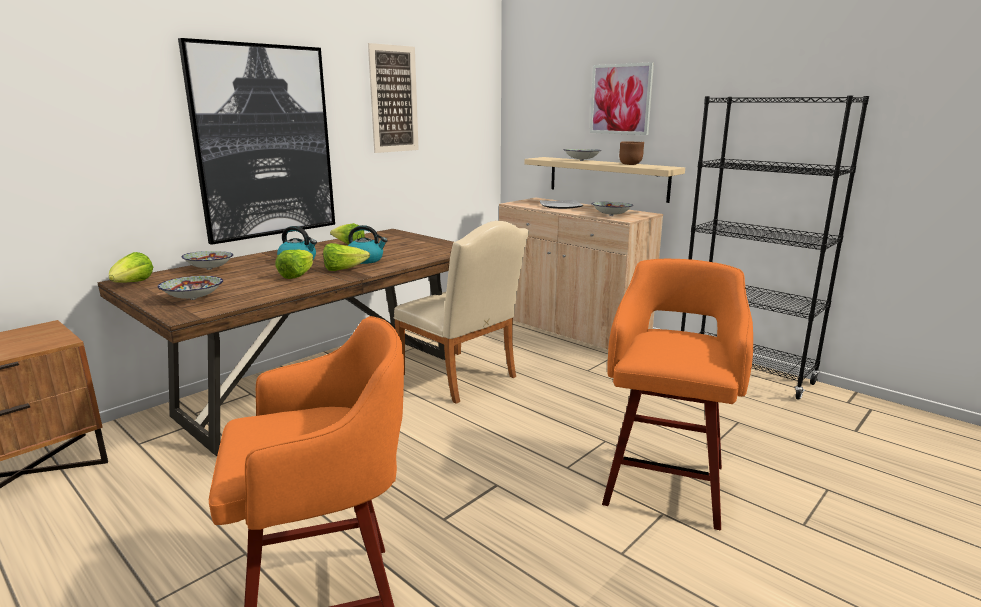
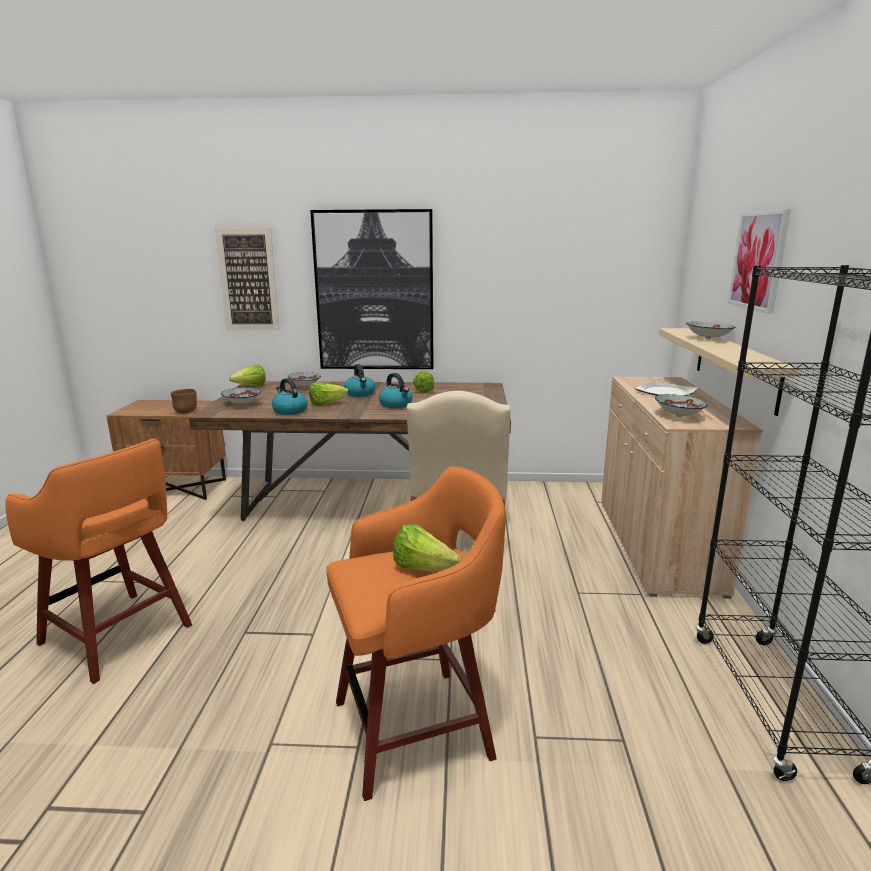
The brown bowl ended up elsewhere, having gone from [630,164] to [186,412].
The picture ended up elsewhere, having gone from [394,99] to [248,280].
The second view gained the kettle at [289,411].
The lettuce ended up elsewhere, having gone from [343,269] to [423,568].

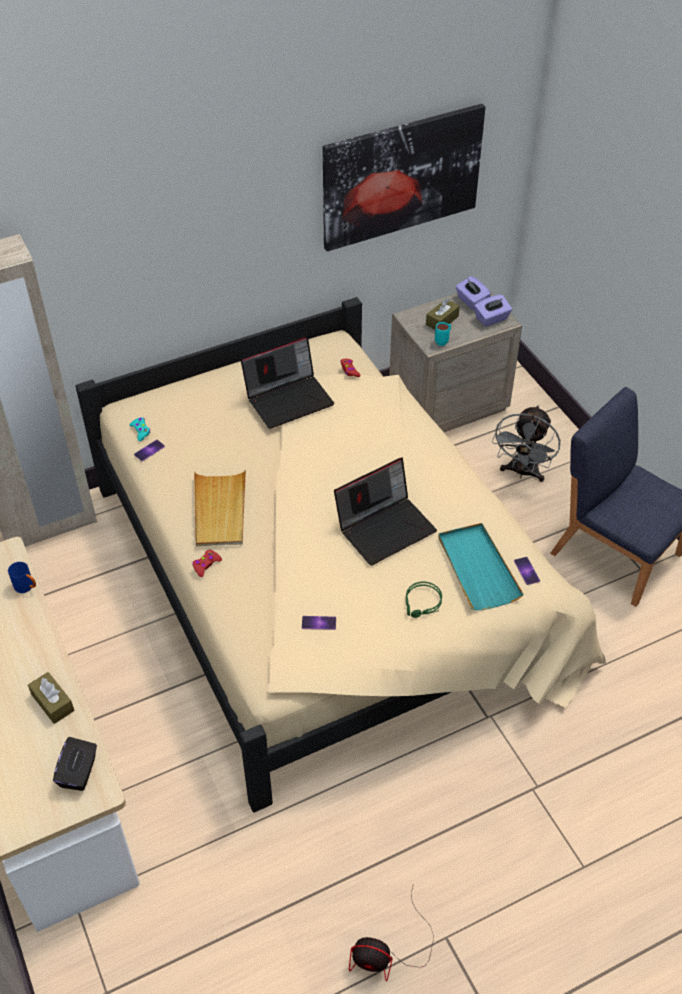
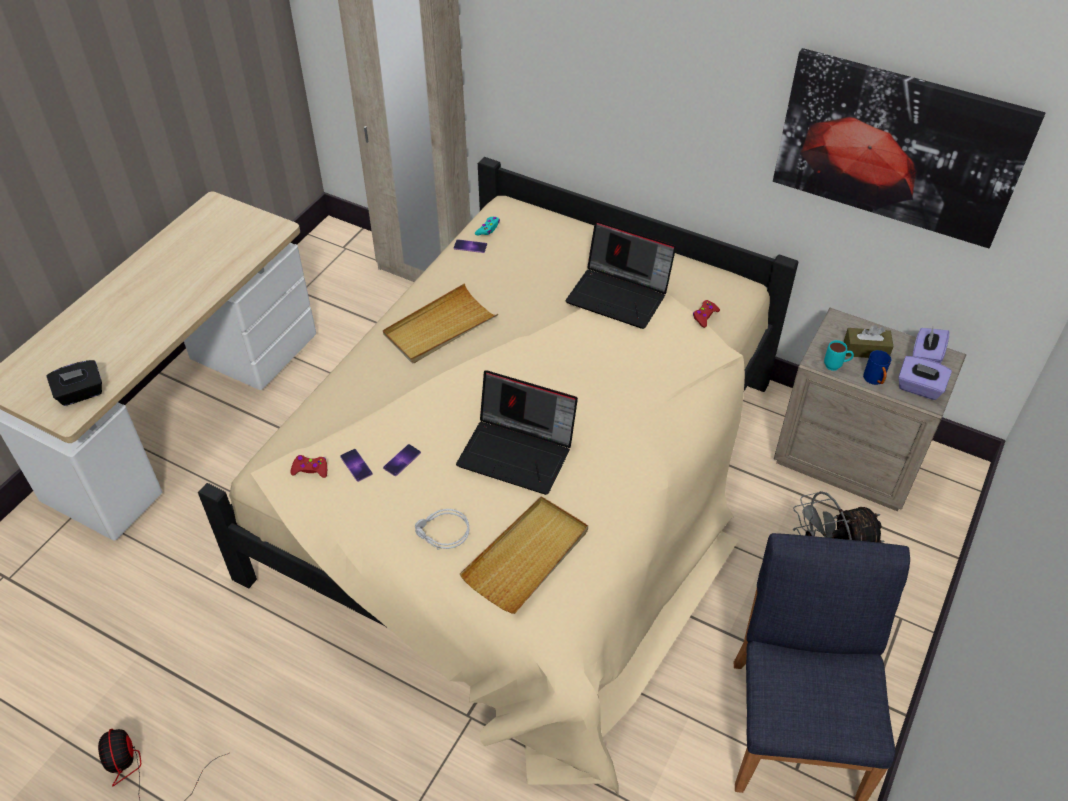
The red game controller ended up elsewhere, having gone from [206,565] to [310,469].
The phone ended up elsewhere, having gone from [526,571] to [402,460].
What was the green headphones at [422,604] turned into the grey headphones at [442,533].
What was the turquoise tray at [477,568] turned into the beige tray at [527,556].
The blue mug ended up elsewhere, having gone from [27,587] to [875,381].
The second view lost the brown tissue box at [52,702].

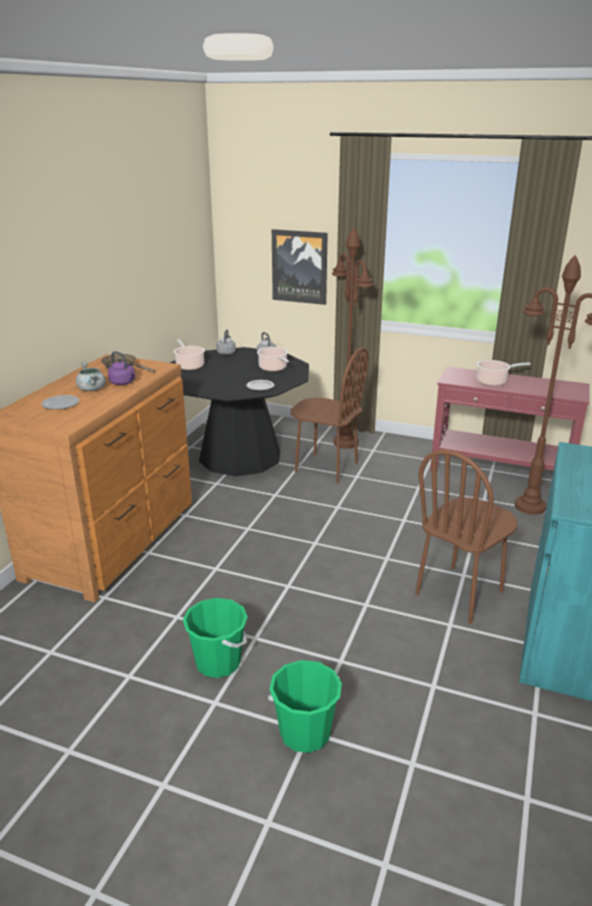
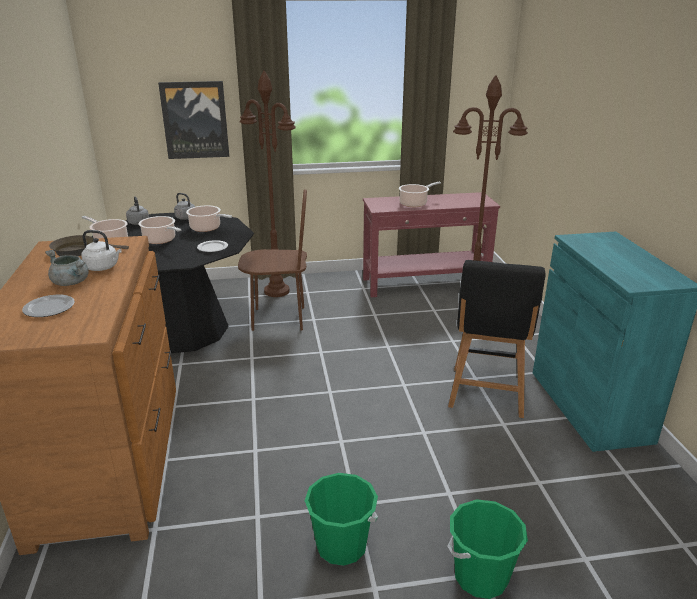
What was the purple kettle at [123,383] turned into the white kettle at [103,267].
The second view gained the cooking pot at [161,240].
Where the brown chair stood at [459,593], the black stool came to stand at [486,394].

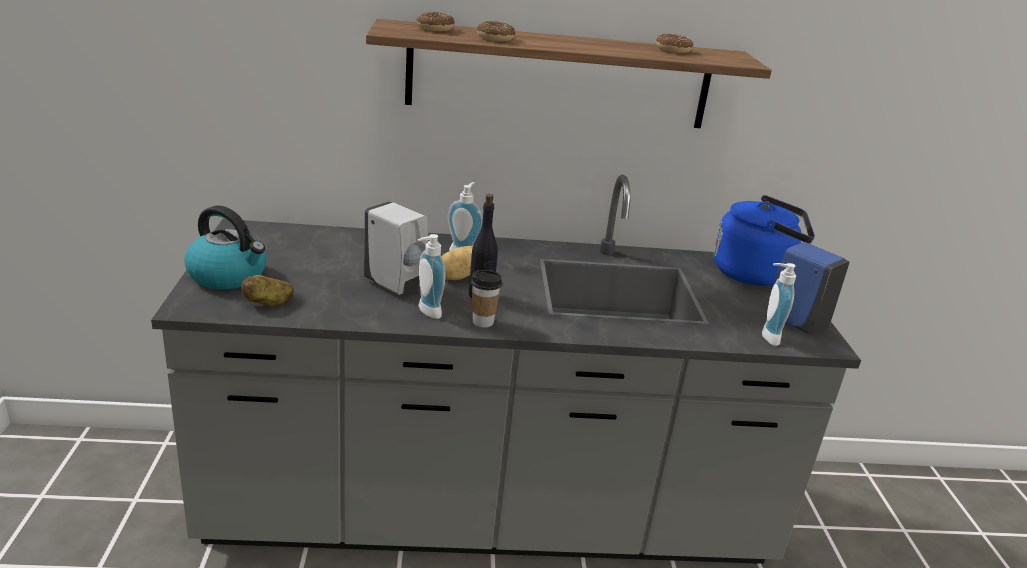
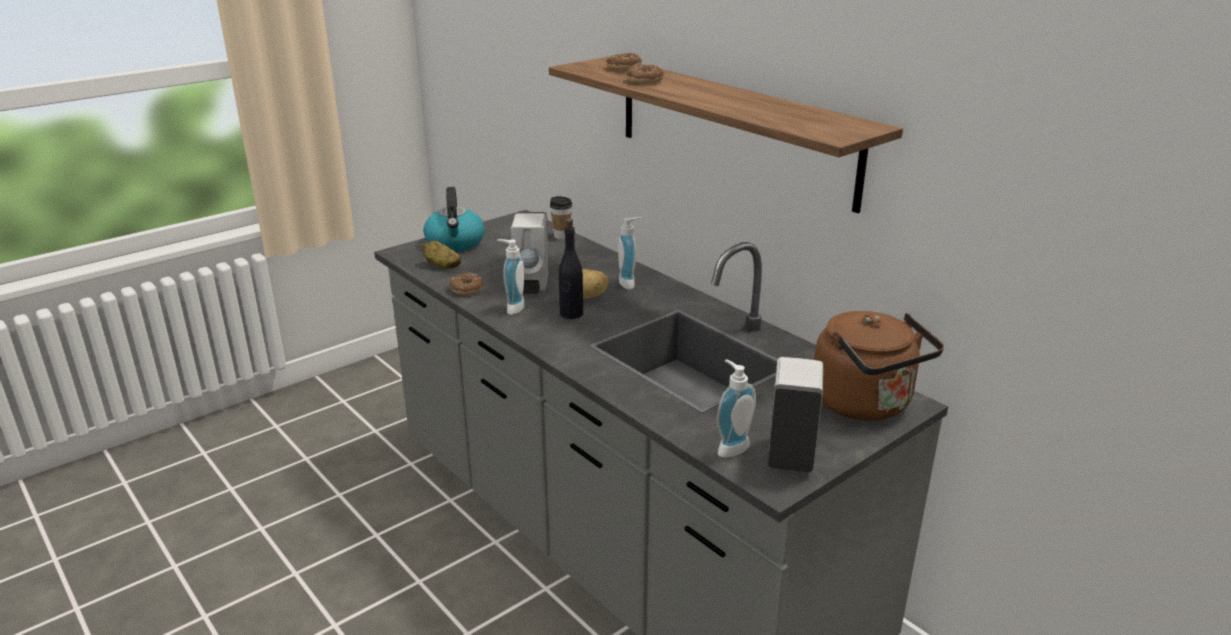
The donut ended up elsewhere, having gone from [673,50] to [466,289].
The cup ended up elsewhere, having gone from [483,322] to [561,236].
What was the blue soap dispenser at [794,323] turned into the white soap dispenser at [790,454].
What was the blue kettle at [755,274] turned into the brown kettle at [866,405].

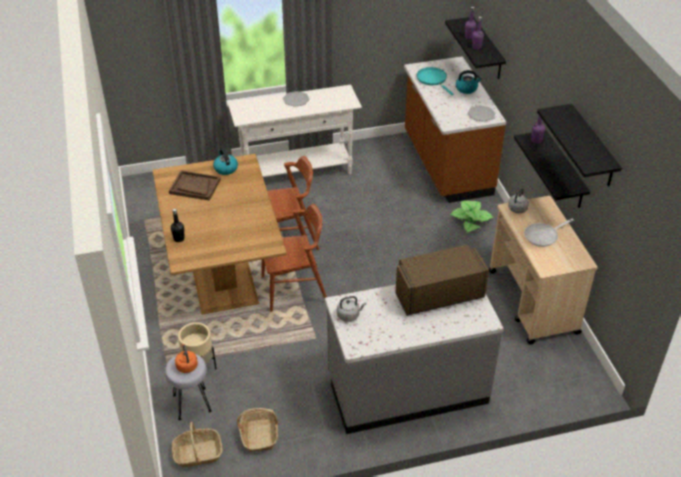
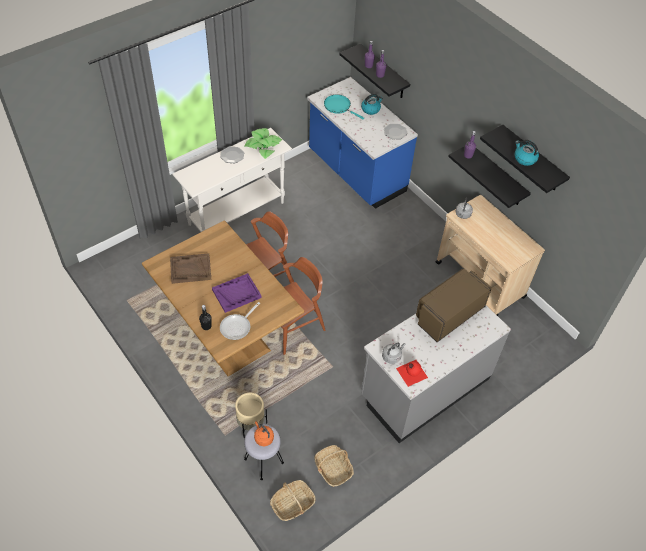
The second view gained the purple tray at [236,293].
The frying pan ended up elsewhere, having gone from [543,236] to [237,327].
The potted plant ended up elsewhere, having gone from [471,219] to [263,145].
What was the brown counter at [446,164] turned into the blue counter at [356,172].
The second view gained the red bottle at [411,372].
The kettle ended up elsewhere, having gone from [225,168] to [524,158].

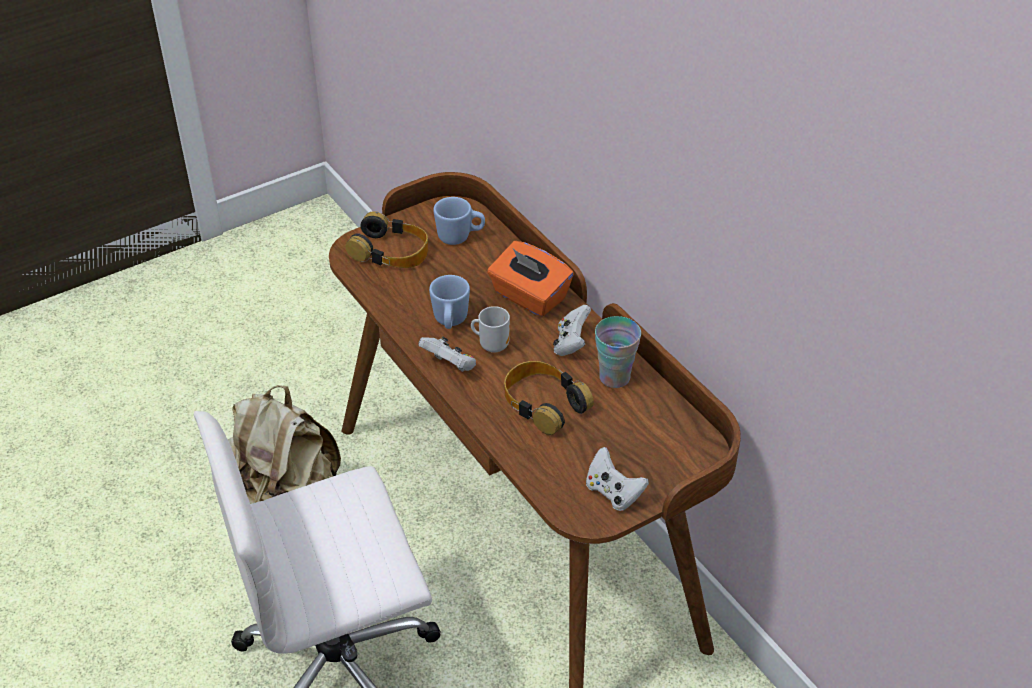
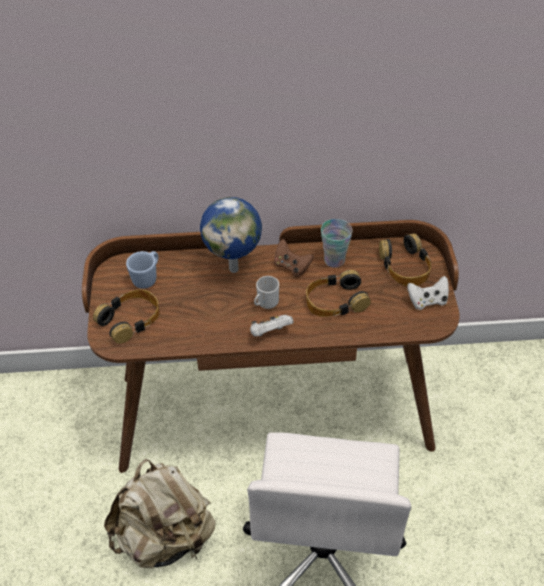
Where the orange tissue box stood at [529,297], the globe came to stand at [234,268].
What was the white game controller at [571,344] turned into the brown game controller at [291,267].
The second view gained the headphones at [405,266].
The second view lost the blue mug at [450,322].

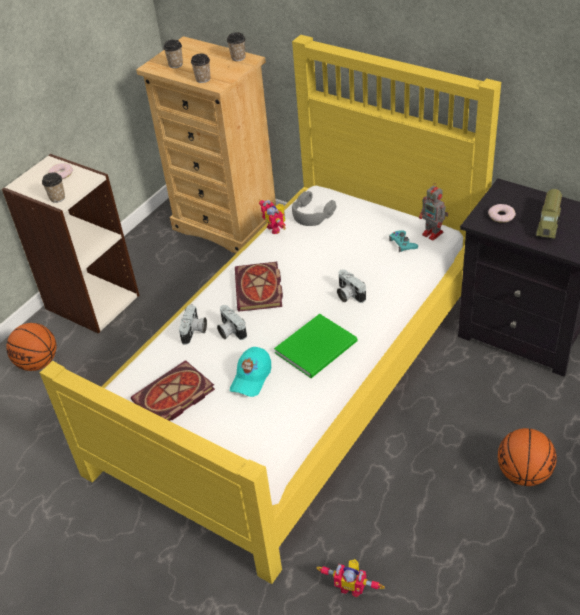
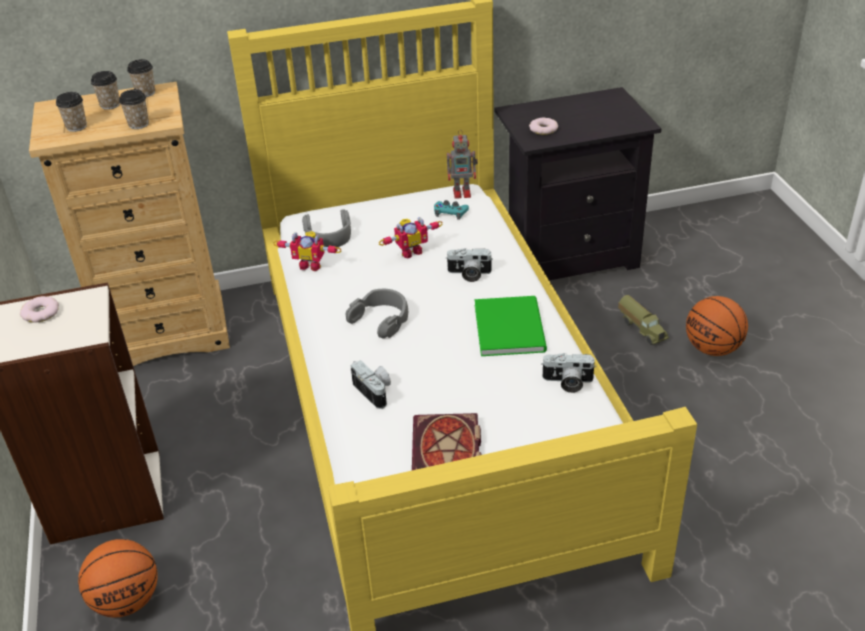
The cup ended up elsewhere, having gone from [57,198] to [110,105].
Where the book stood at [260,290], the grey headphones came to stand at [381,319].
The toy robot ended up elsewhere, having gone from [352,586] to [410,251].
The photo camera ended up elsewhere, having gone from [230,331] to [567,382].
The toy truck ended up elsewhere, having gone from [549,223] to [642,329].
The second view lost the turquoise cap at [251,378].

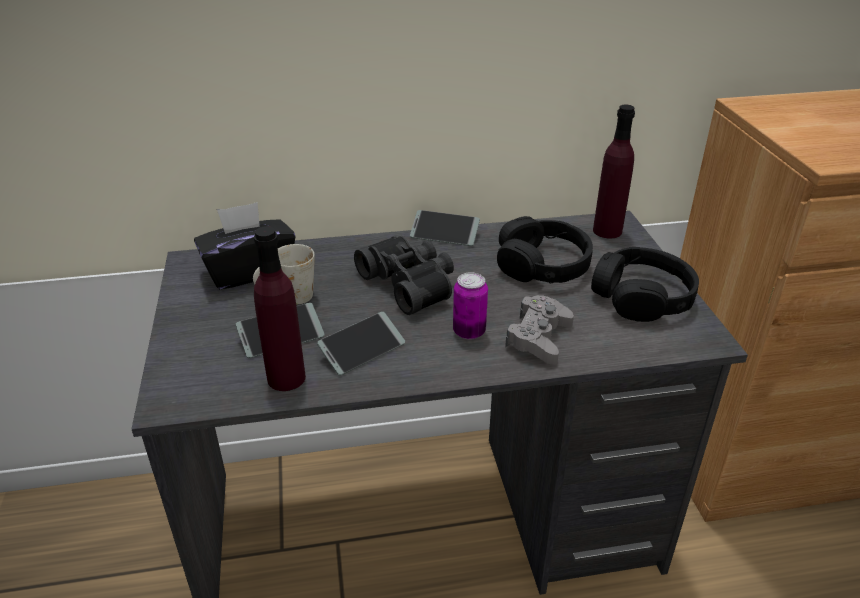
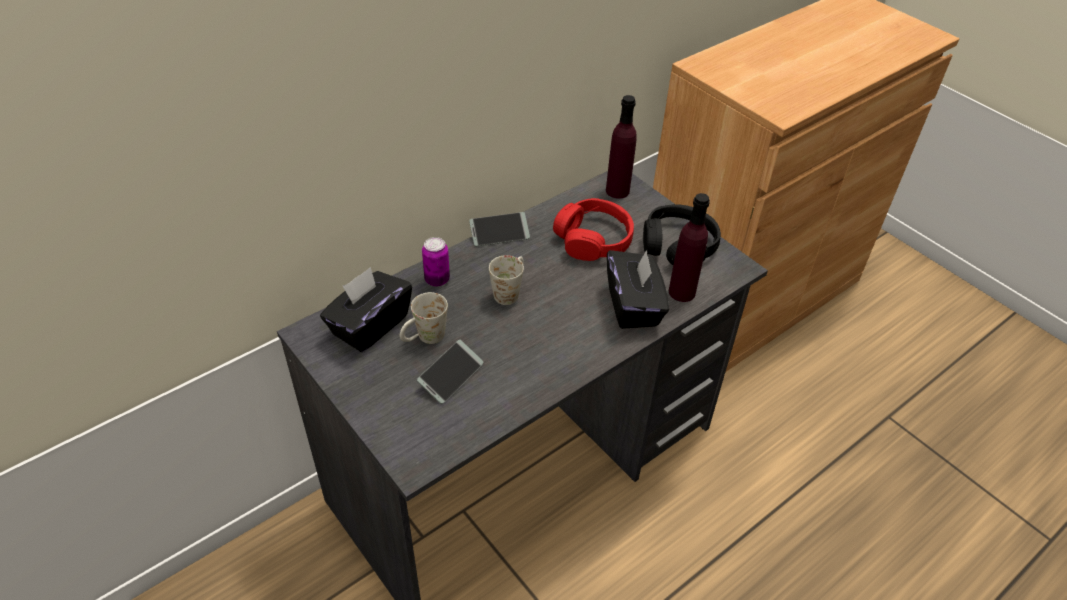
The can ended up elsewhere, having gone from [469,332] to [437,280].
Where the black binoculars stood at [411,283], the white mug came to stand at [509,291].
What was the black headphones at [543,265] turned into the red headphones at [593,239].
Where the grey game controller stood at [539,337], the black tissue box came to stand at [633,306].
The purple bottle ended up elsewhere, having gone from [286,378] to [681,292].
The second view lost the phone at [362,350].

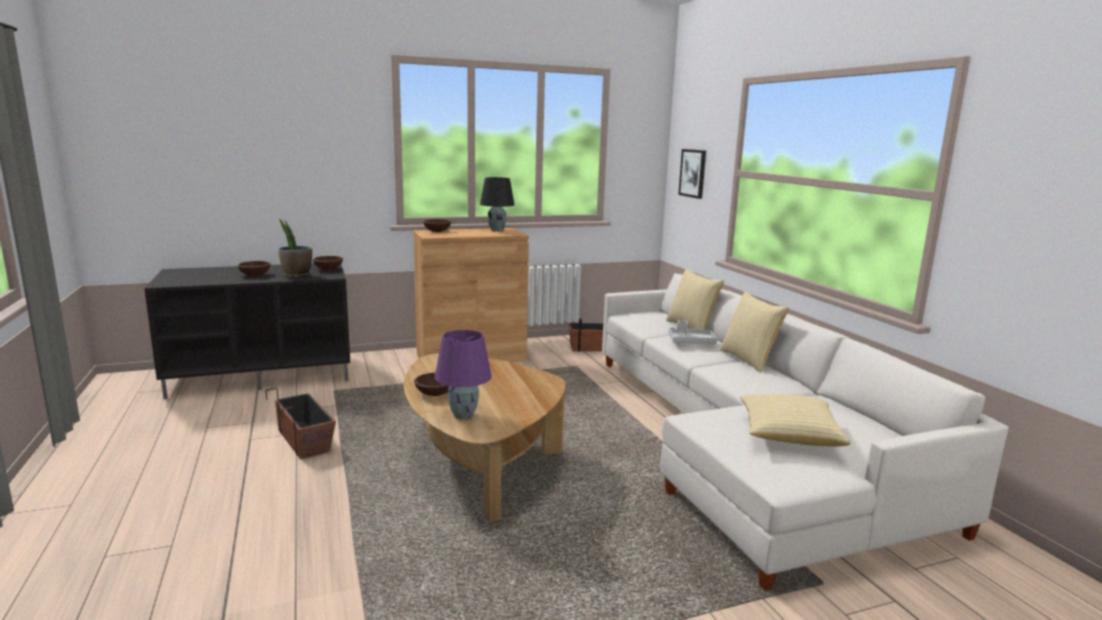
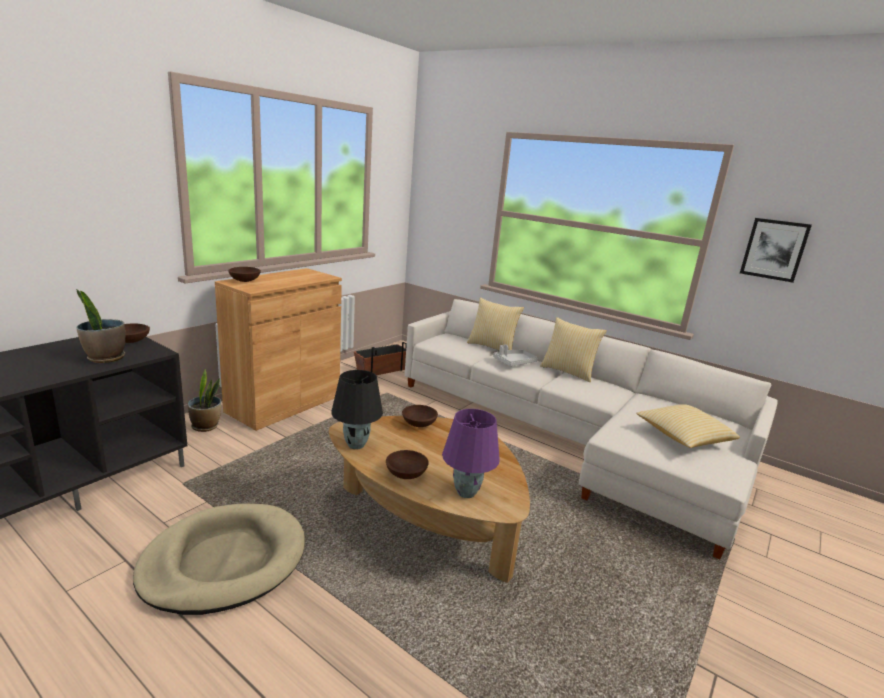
Where the planter stood at [305,440], the beige dog bed came to stand at [224,561].
The second view gained the potted plant at [206,426].
The black table lamp ended up elsewhere, having gone from [497,230] to [356,445].
The brown bowl ended up elsewhere, having gone from [254,275] to [418,424].
The picture ended up elsewhere, having gone from [693,173] to [774,249].

